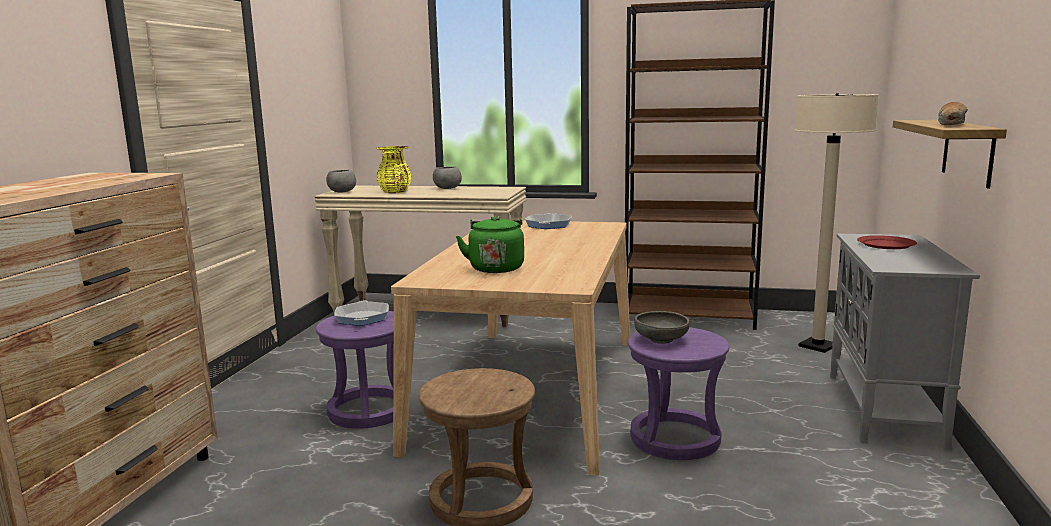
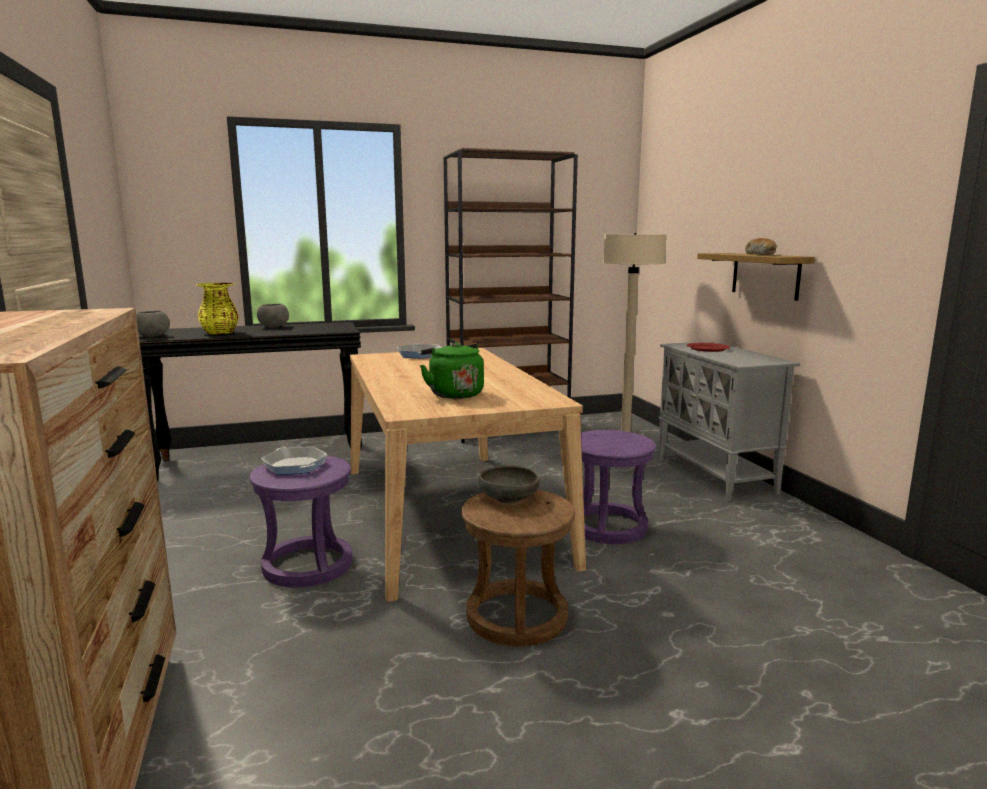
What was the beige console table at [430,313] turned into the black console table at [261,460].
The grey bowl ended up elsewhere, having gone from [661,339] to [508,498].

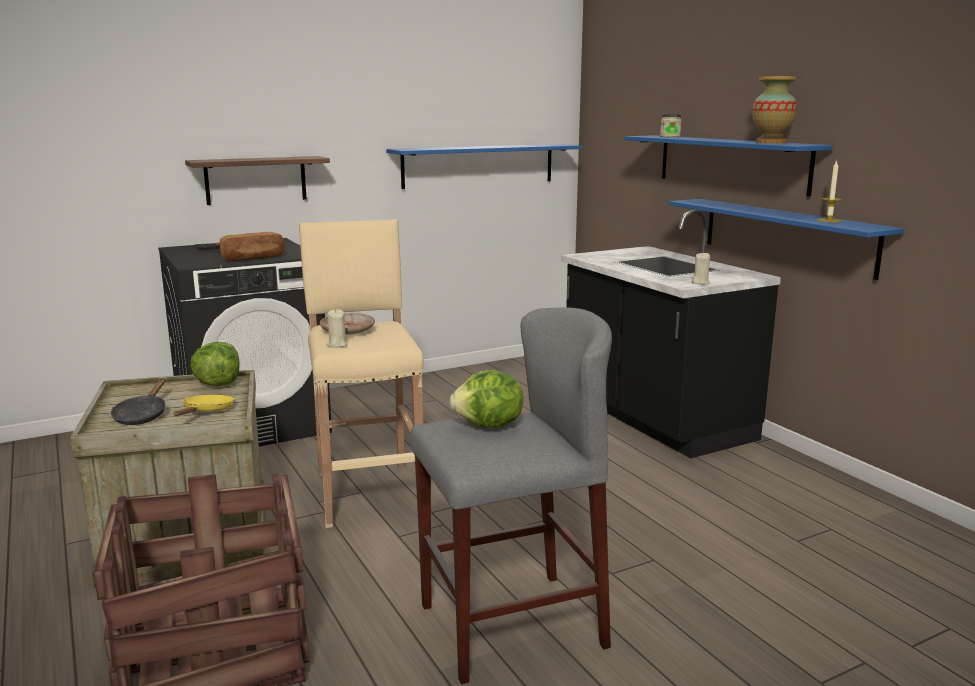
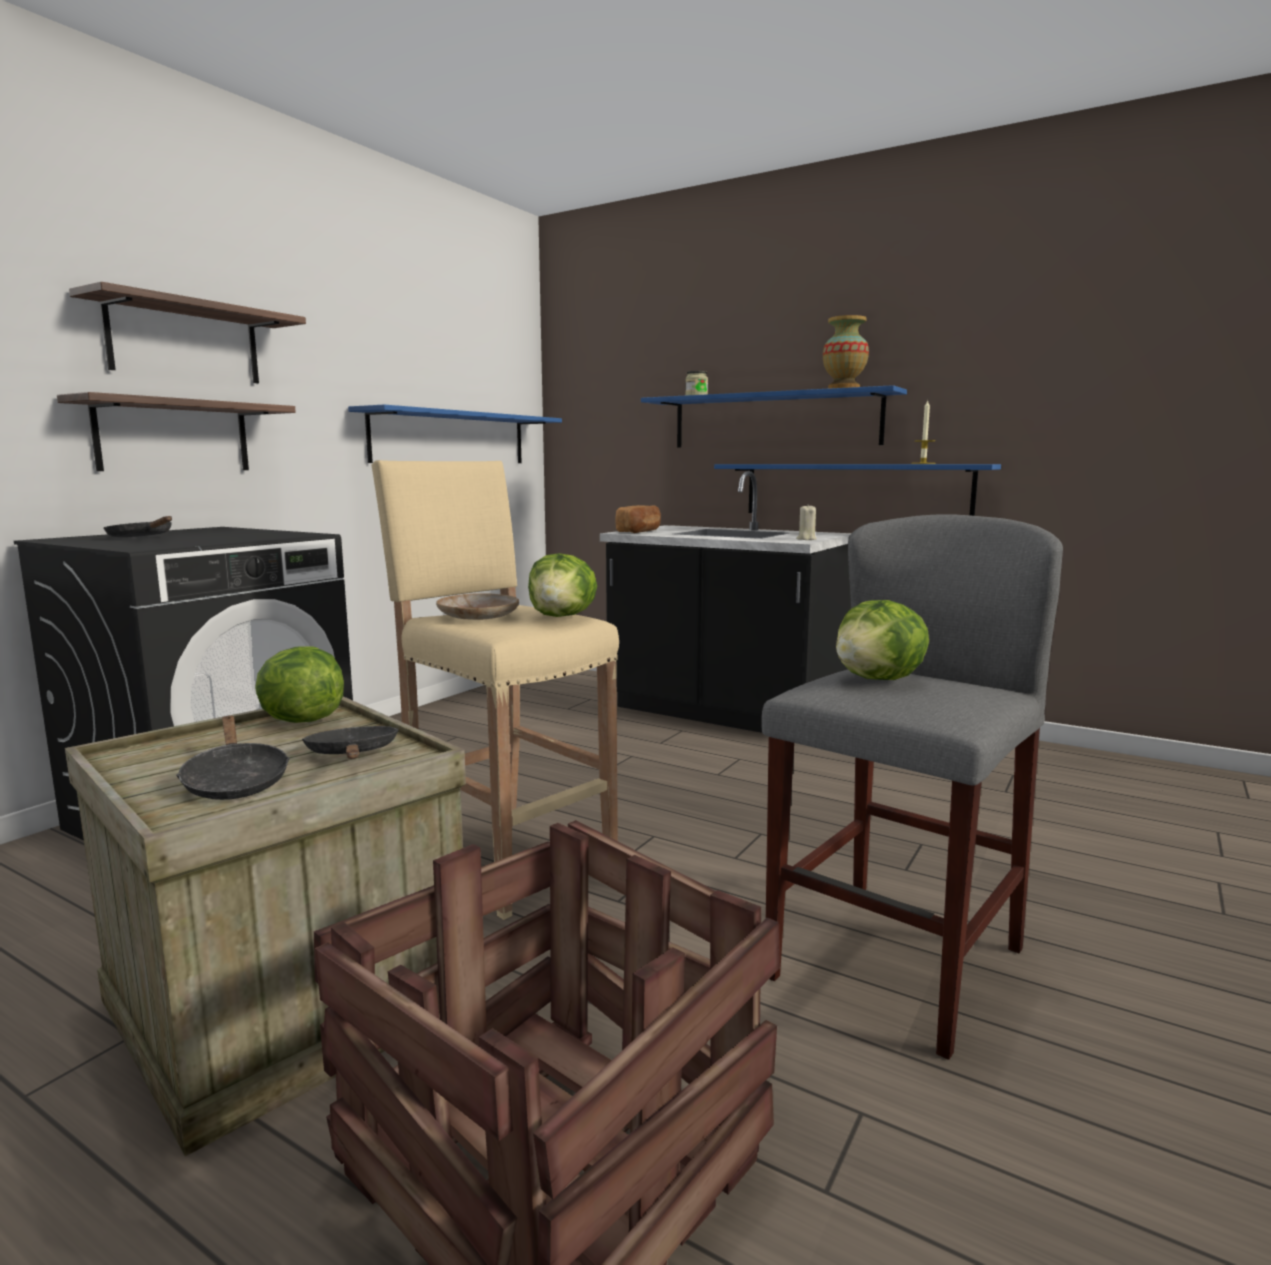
The second view gained the shelf at [185,342].
What was the yellow frying pan at [206,411] turned into the black frying pan at [353,755].
The second view gained the lettuce at [562,617].
The bread ended up elsewhere, having gone from [253,258] to [640,531].
The second view lost the beige candle at [337,344].

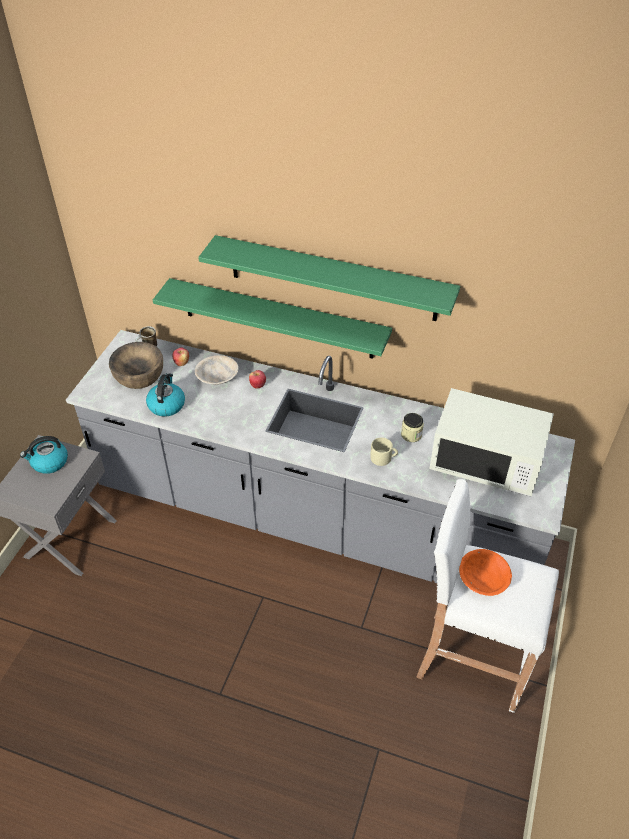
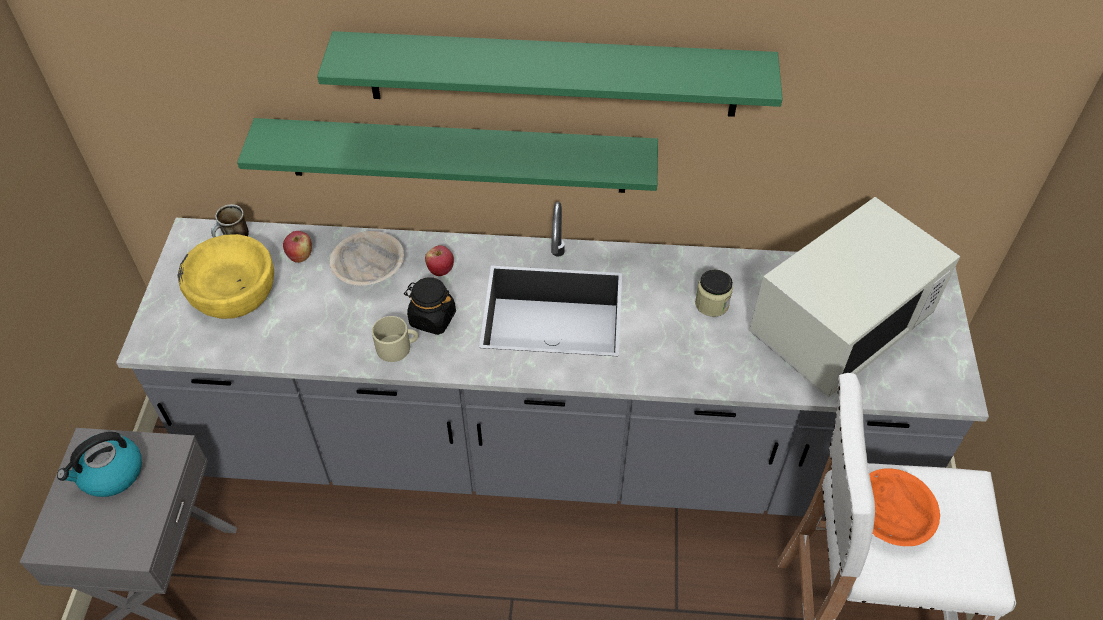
What was the brown bowl at [139,375] turned into the yellow bowl at [234,293].
The beige mug ended up elsewhere, having gone from [383,458] to [398,347].
The second view gained the black jar at [432,318].
The white microwave at [486,462] ended up facing another way, 45 degrees counterclockwise from before.
The second view lost the kettle at [166,405].

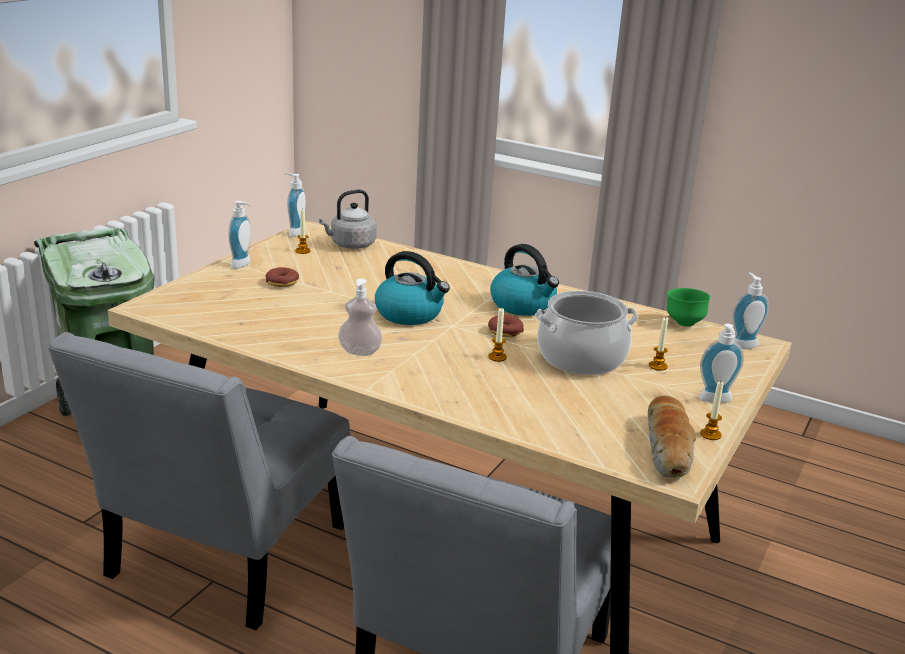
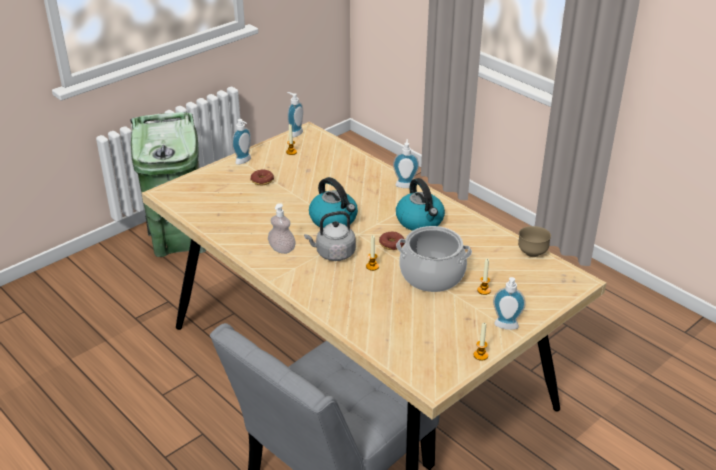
The grey kettle ended up elsewhere, having gone from [350,245] to [333,254].
The soap dispenser ended up elsewhere, having gone from [742,344] to [405,184].
What was the green bowl at [684,323] turned into the brown bowl at [532,253].
The second view lost the grey chair at [221,559].
The second view lost the bread at [669,449].

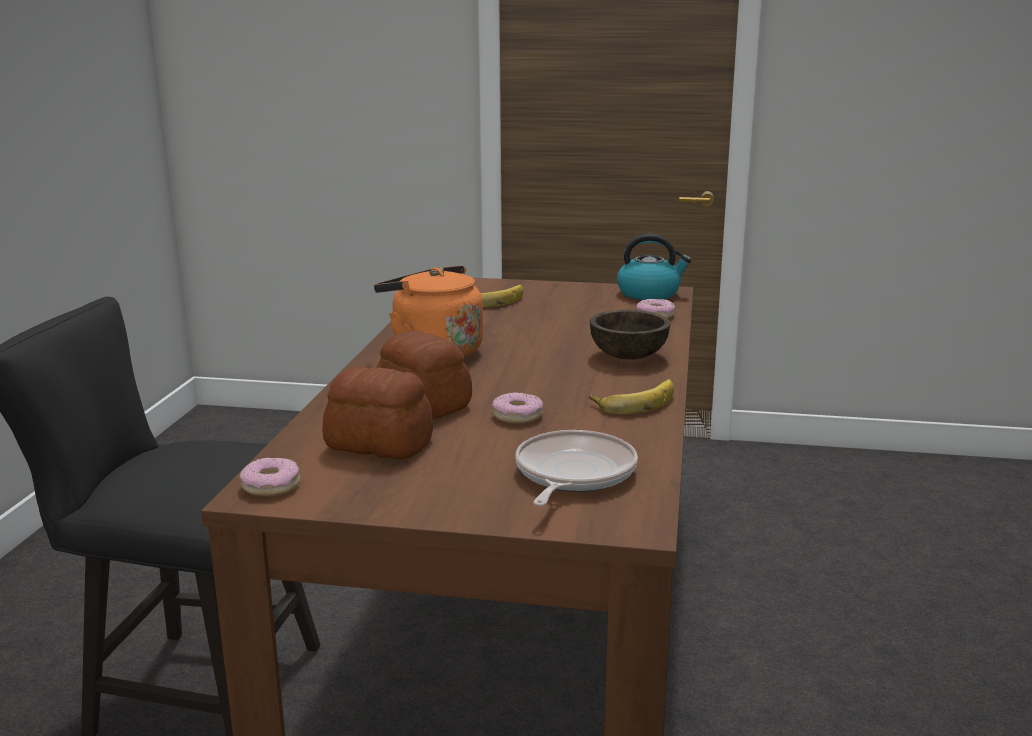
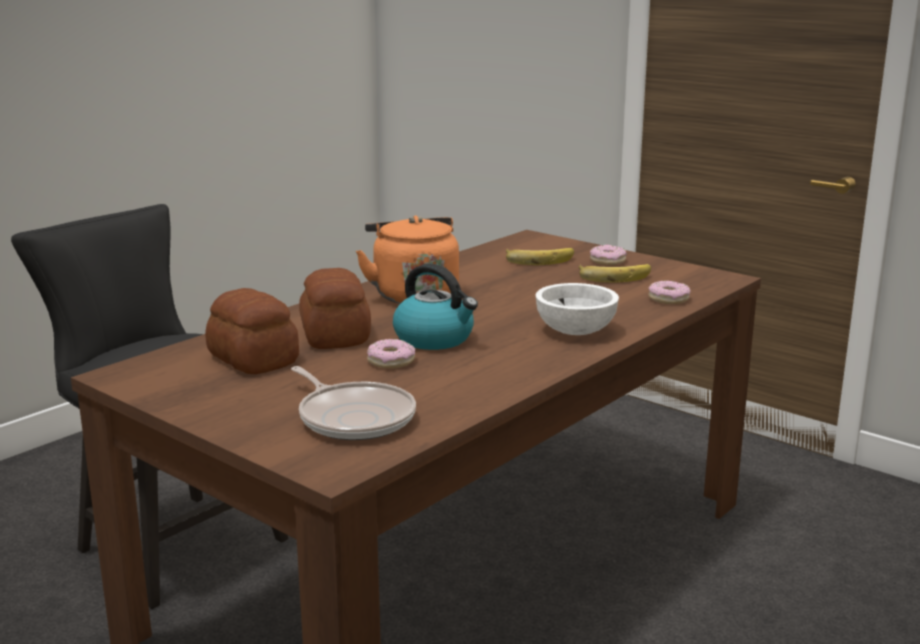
The frying pan at [572,474] ended up facing another way, 90 degrees clockwise from before.
The kettle ended up elsewhere, having gone from [649,293] to [435,339].
What was the brown bowl at [628,355] turned into the white bowl at [575,331].
The banana ended up elsewhere, having gone from [634,401] to [613,276].
The donut ended up elsewhere, having gone from [271,486] to [607,261].

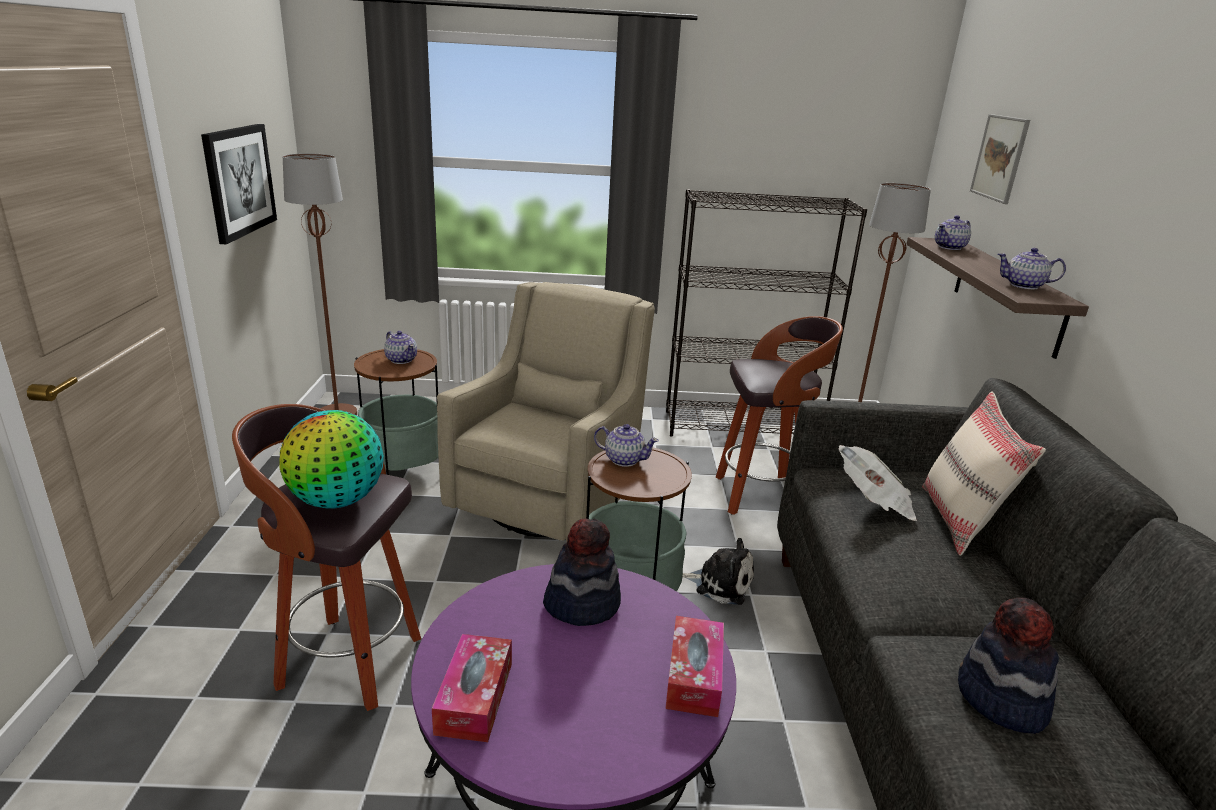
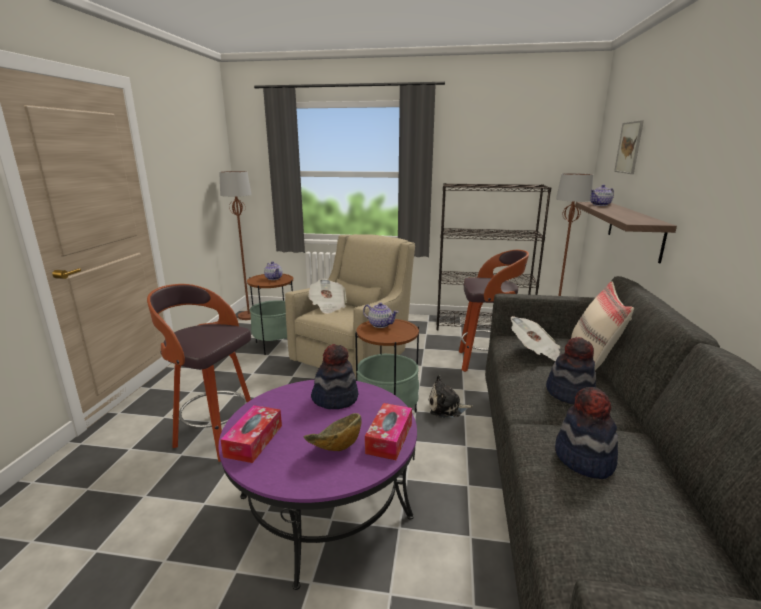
The second view gained the bowl at [335,448].
The second view gained the newspaper at [328,306].
The plush toy at [720,583] ended up facing another way, 150 degrees clockwise from before.
The second view gained the hat at [569,393].
The second view lost the picture at [239,181].
The second view lost the globe at [337,501].
The second view lost the teapot at [1024,286].

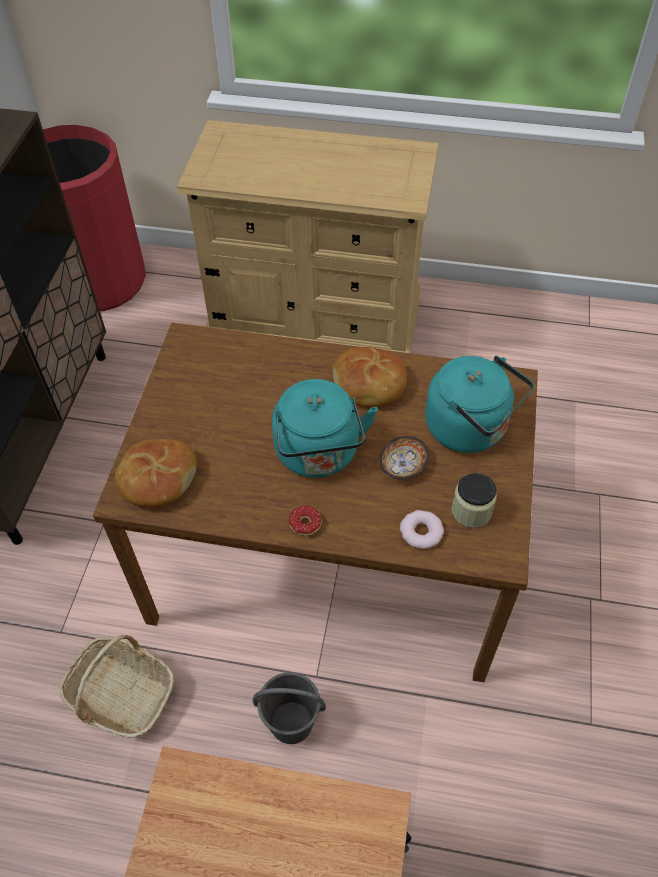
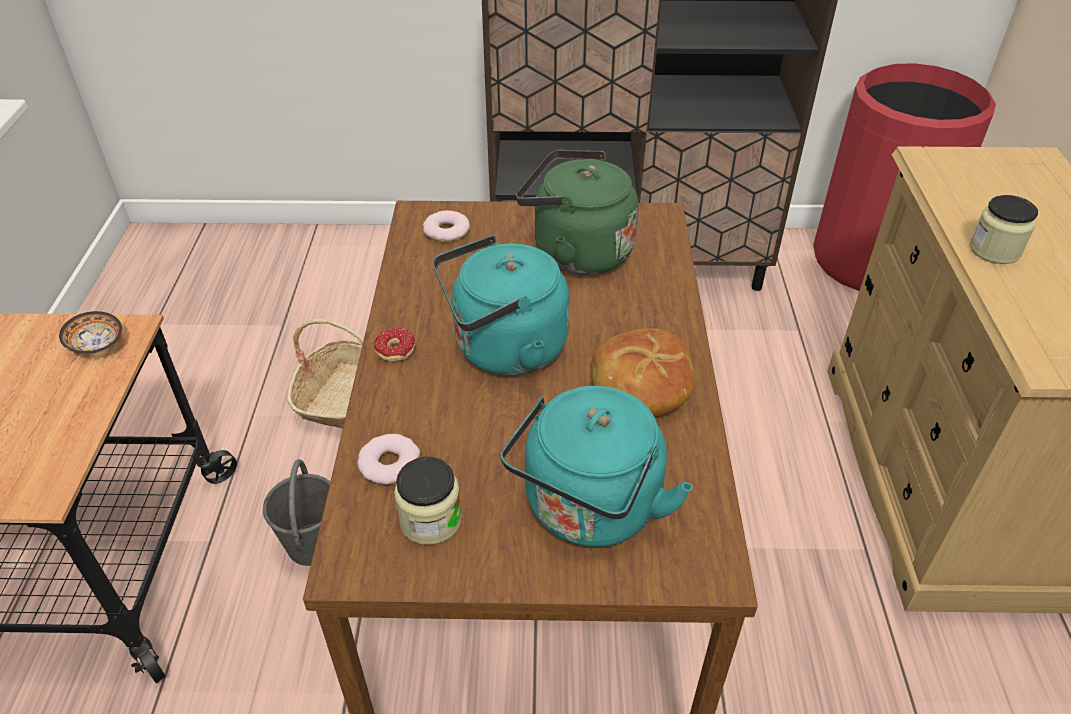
The bowl ended up elsewhere, having gone from [402,466] to [97,345].
Where the bread stood at [157,479], the donut came to stand at [446,231].
The second view gained the green kettle at [576,252].
The second view gained the jar at [994,250].

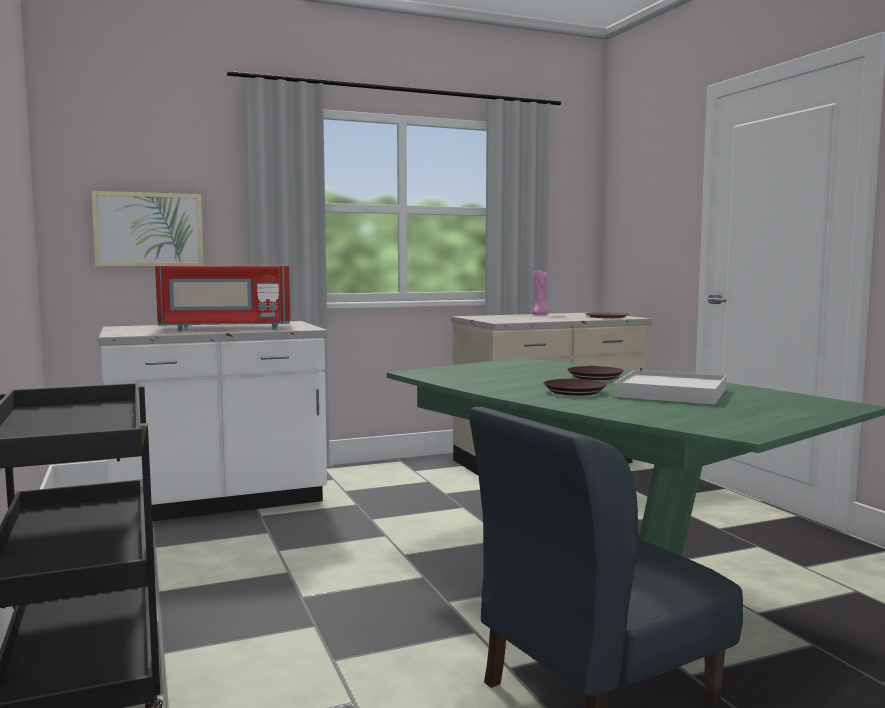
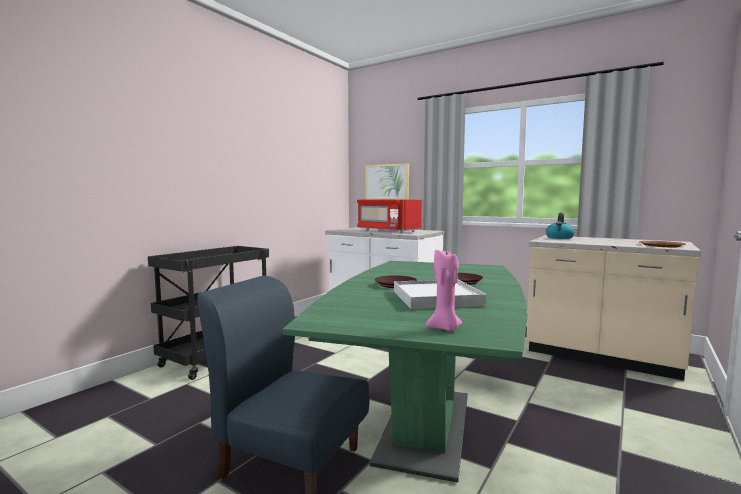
The pink candle ended up elsewhere, having gone from [540,314] to [445,328].
The second view gained the kettle at [559,237].

